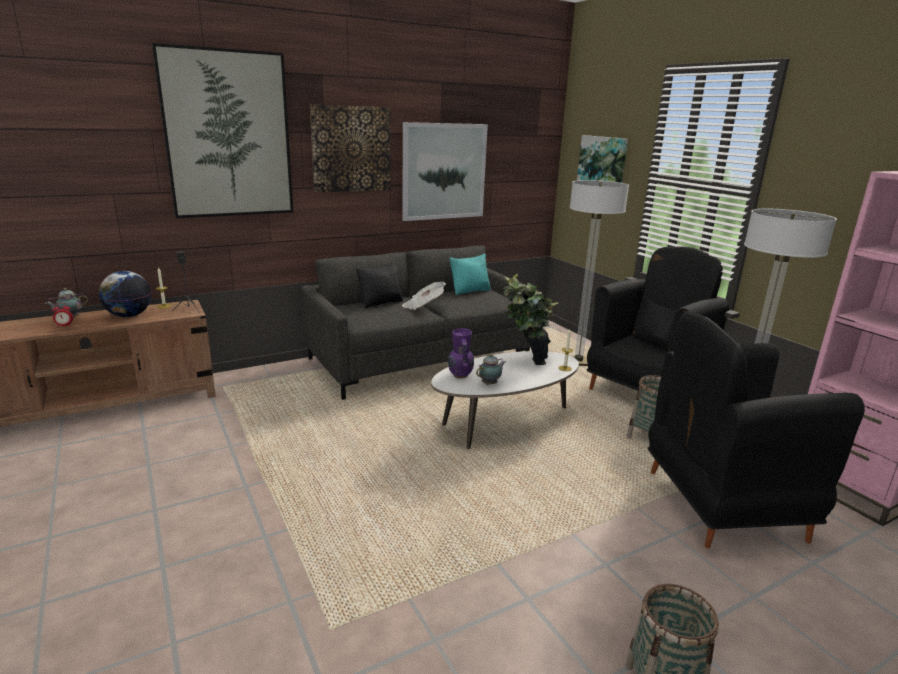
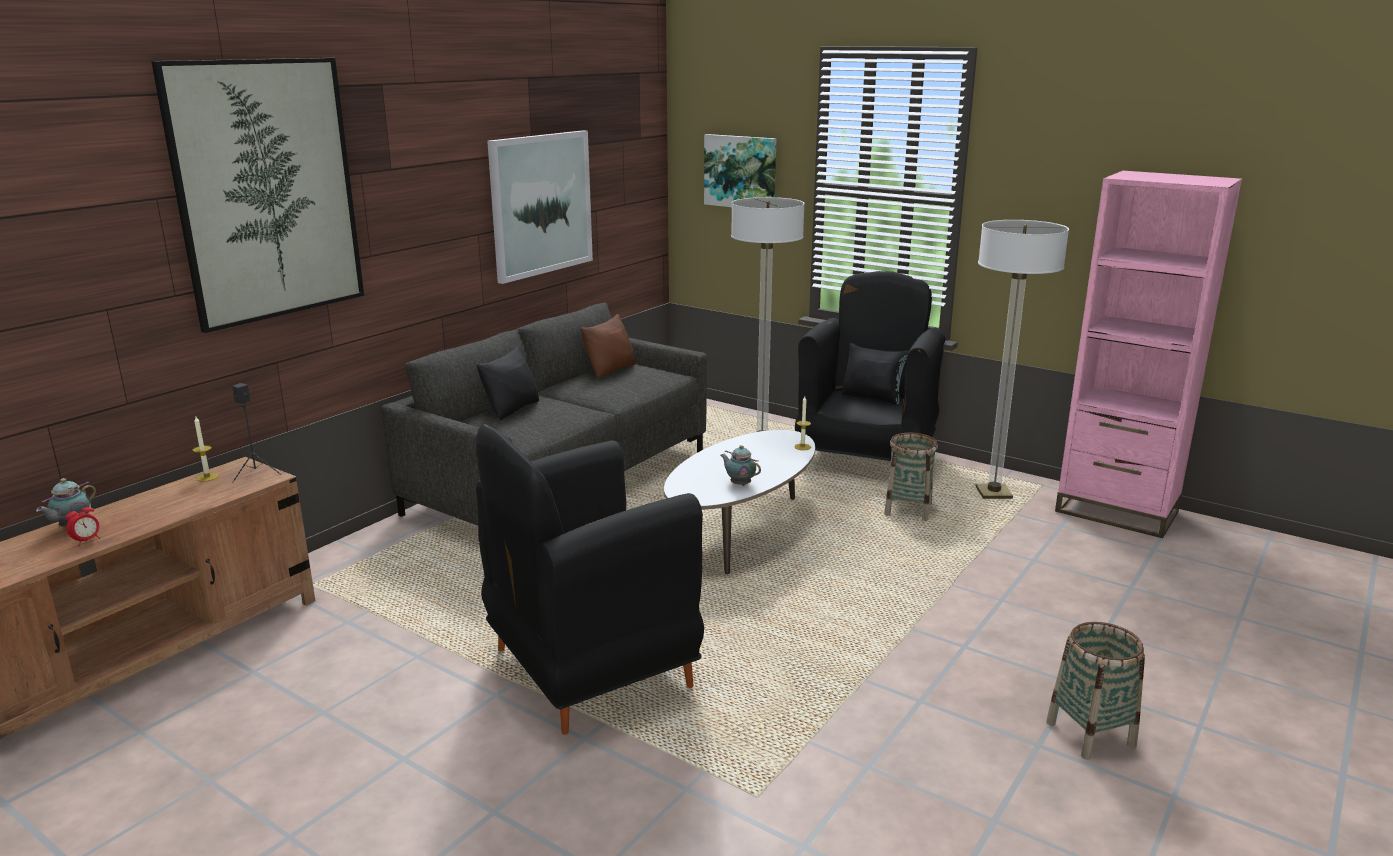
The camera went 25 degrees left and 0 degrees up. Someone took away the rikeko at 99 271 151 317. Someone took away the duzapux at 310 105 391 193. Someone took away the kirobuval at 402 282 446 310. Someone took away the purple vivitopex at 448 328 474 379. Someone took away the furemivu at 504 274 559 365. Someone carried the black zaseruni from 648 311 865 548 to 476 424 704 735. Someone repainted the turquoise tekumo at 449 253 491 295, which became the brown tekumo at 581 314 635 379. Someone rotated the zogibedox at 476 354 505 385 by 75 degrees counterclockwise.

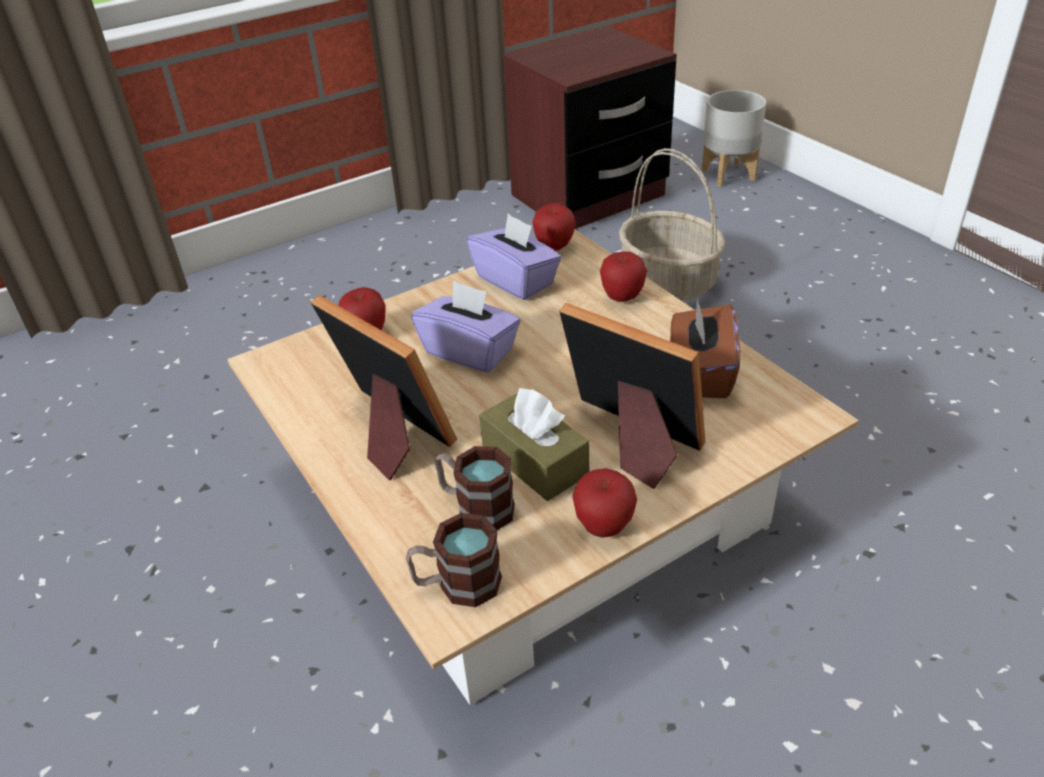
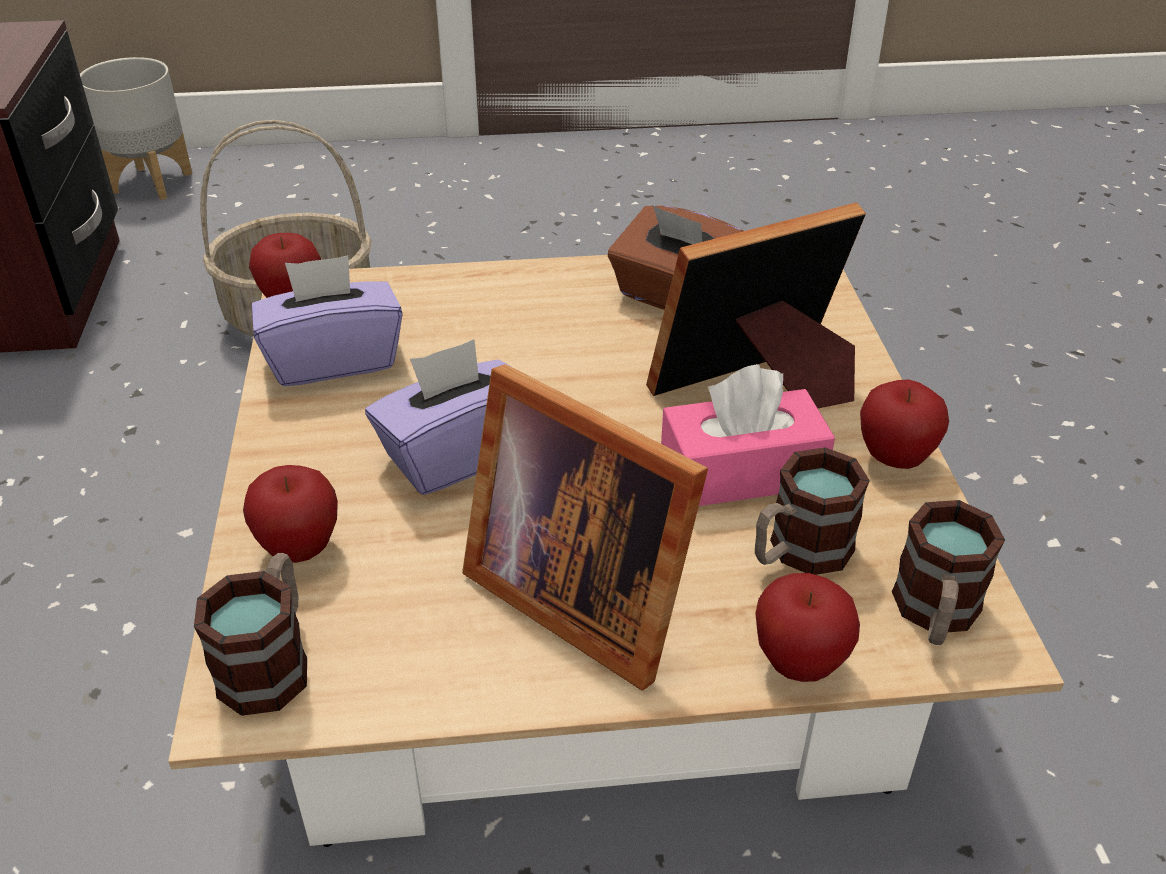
The camera went 65 degrees left and 0 degrees up. Someone put down the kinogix at 194 553 307 716. Someone carried the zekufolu from 600 251 647 302 to 755 573 860 682. Someone repainted the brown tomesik at 479 388 589 501, which became the pink tomesik at 661 364 835 506. Someone rotated the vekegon at 311 295 457 480 by 120 degrees counterclockwise.

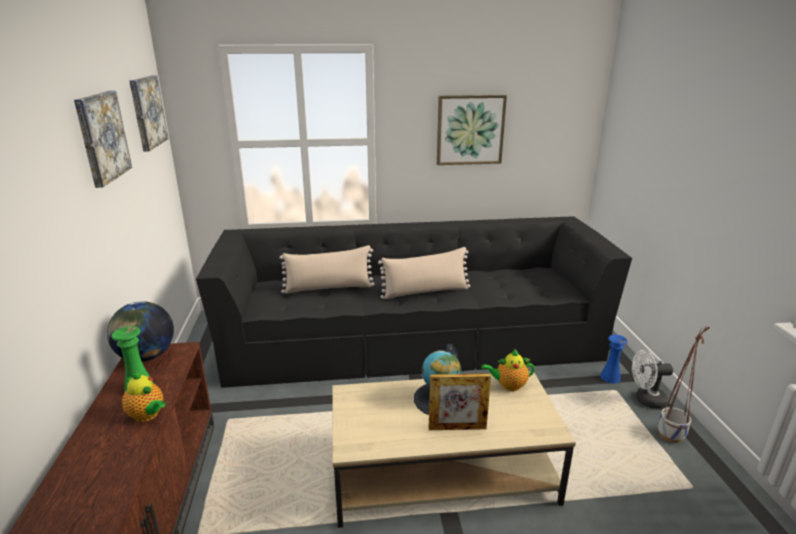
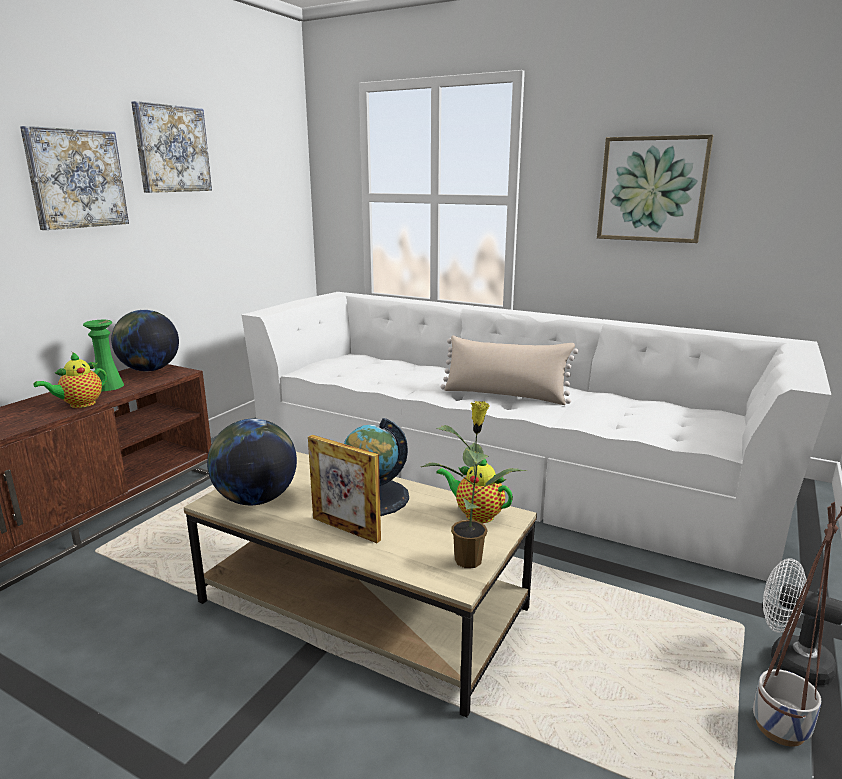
The camera went 35 degrees right and 5 degrees down. Someone took away the beige tekumo at 280 245 374 294. Someone took away the blue vivitopex at 600 335 628 384. Someone put down the rikeko at 207 419 297 505. Someone put down the furemivu at 421 401 528 568. Someone carried the duzapux from 129 75 168 152 to 20 126 129 230. Someone repainted the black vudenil at 196 216 632 388, which became the white vudenil at 242 292 831 582. Someone rotated the zogibedox at 122 372 166 422 by 60 degrees clockwise.

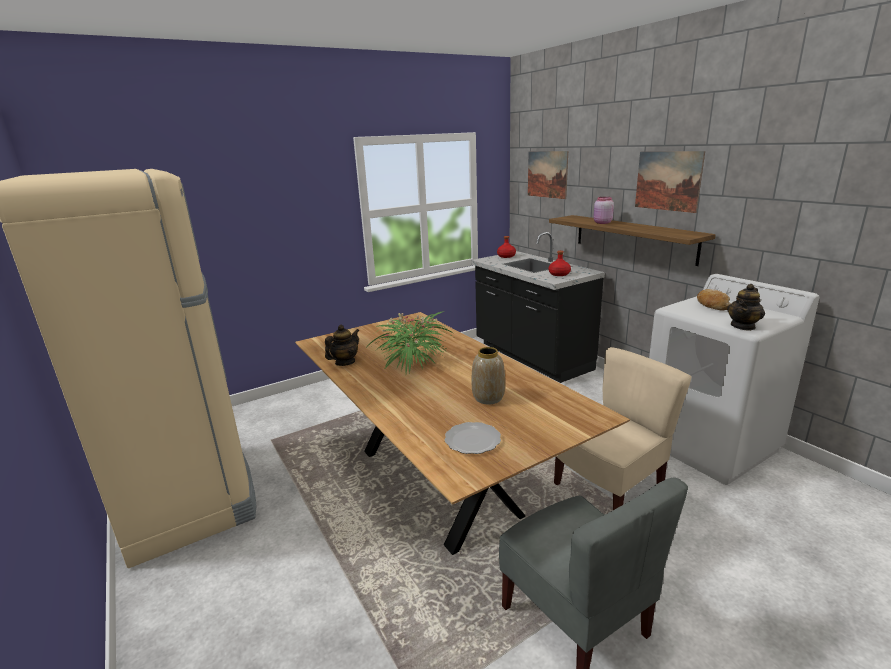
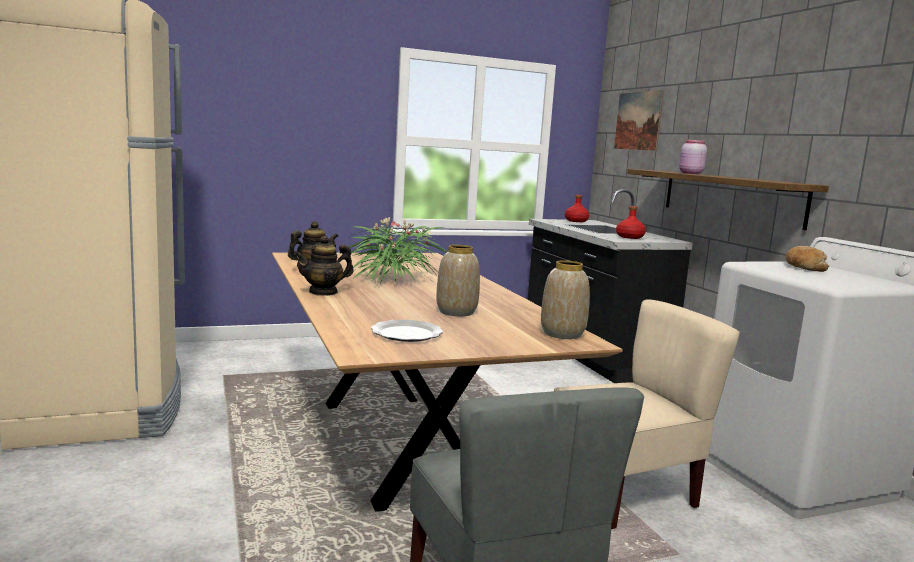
The camera went 10 degrees right and 10 degrees down. Someone took away the duzapux at 635 151 705 213. Someone put down the vivitopex at 541 260 590 339. Someone carried the zogibedox from 727 284 765 331 to 294 236 354 296.

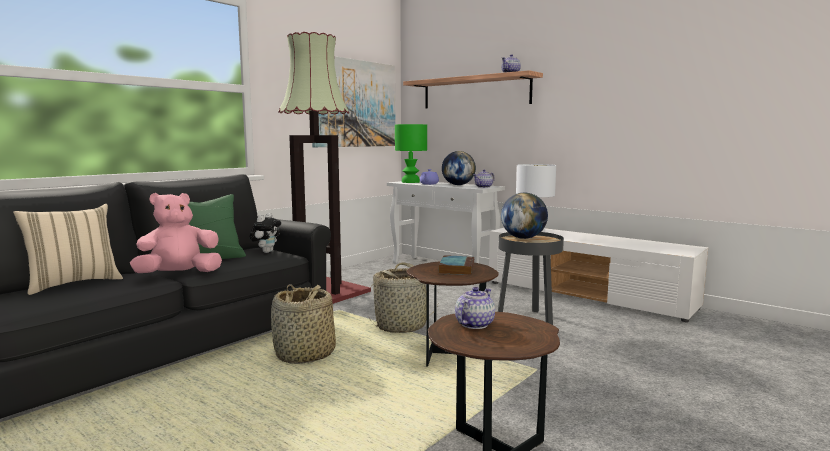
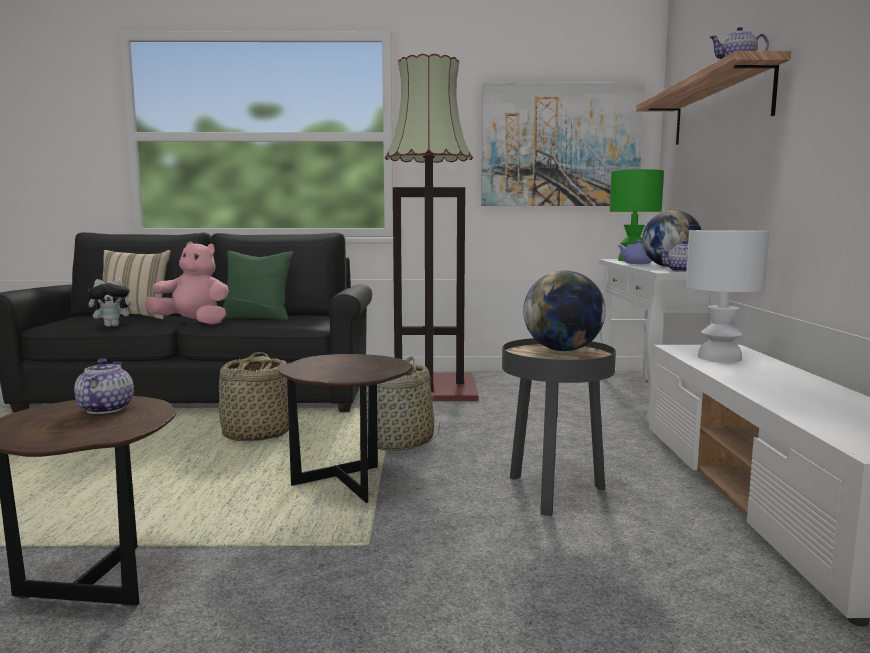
The camera went 50 degrees right and 0 degrees up. Someone took away the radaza at 438 255 474 275. Someone carried the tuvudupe from 250 213 281 253 to 88 279 137 327. Someone rotated the zogibedox at 455 287 495 329 by 90 degrees counterclockwise.

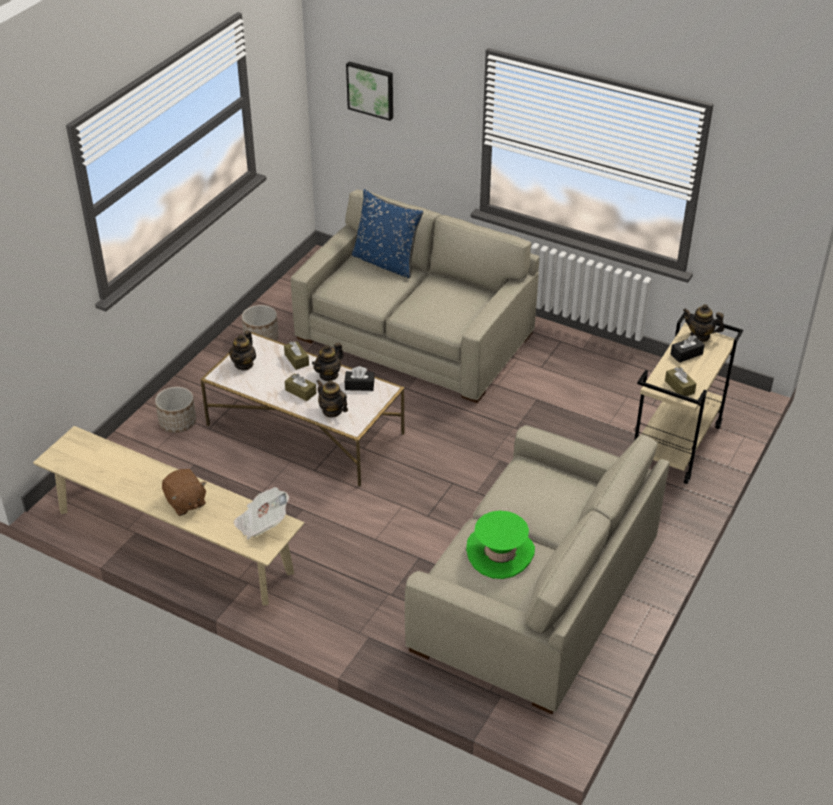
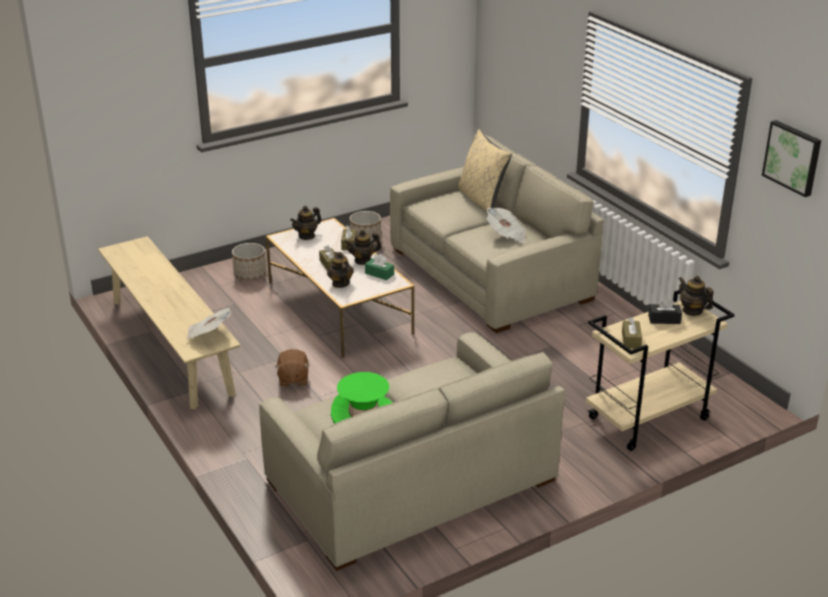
The camera went 30 degrees right and 10 degrees down. Someone put down the kirobuval at 487 207 527 243. Someone carried the brown tuvudupe from 162 469 207 516 to 275 349 309 387. Someone carried the duzapux from 346 61 393 121 to 762 120 821 197. Someone repainted the black tomesik at 344 366 374 391, which became the green tomesik at 365 254 394 280. Someone repainted the blue tekumo at 352 189 423 279, which became the beige tekumo at 458 129 512 212.

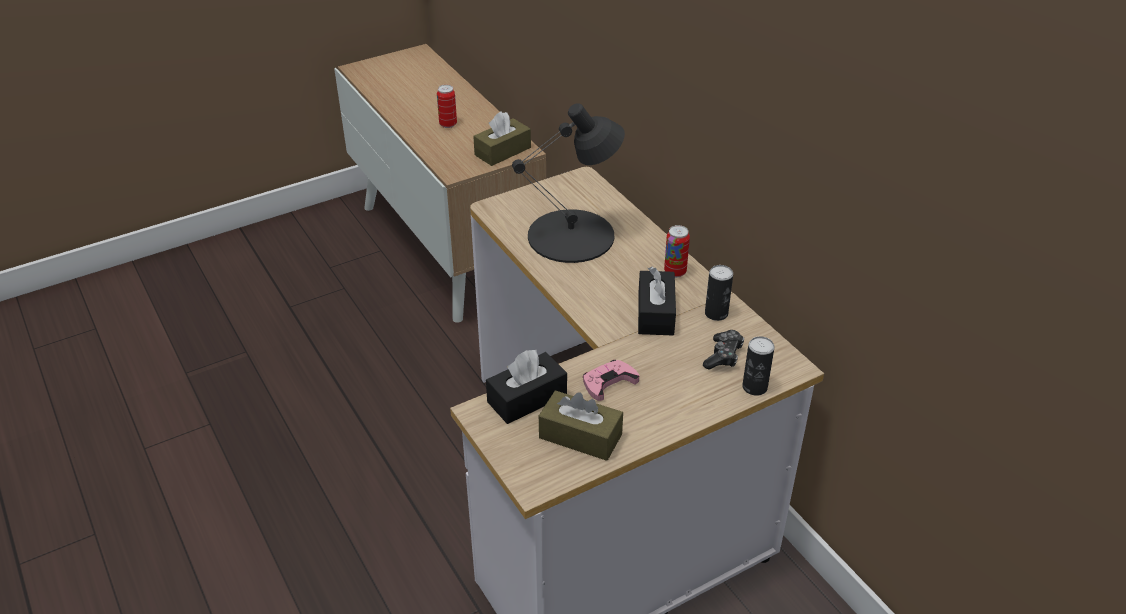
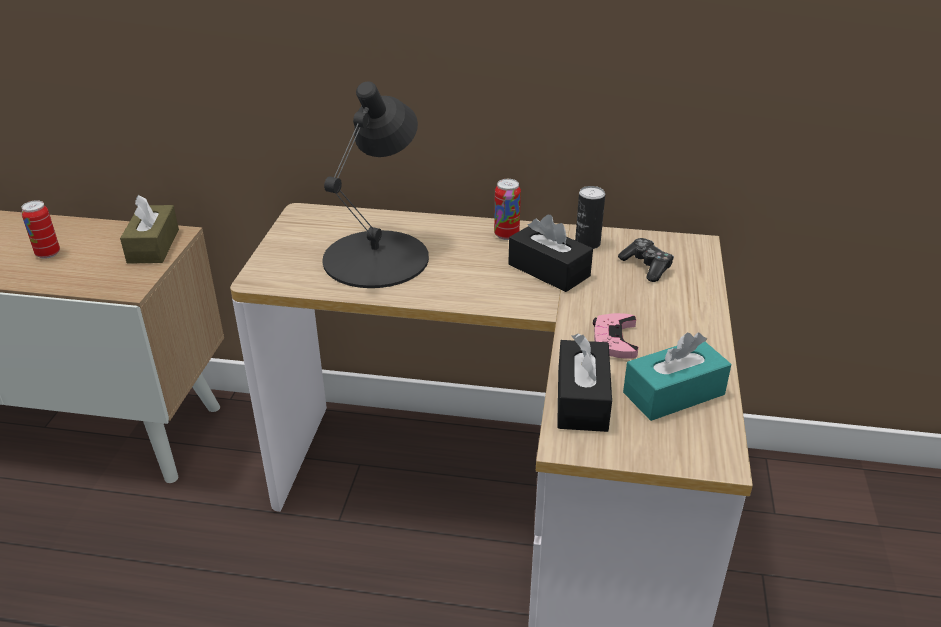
The camera went 50 degrees left and 5 degrees down. Someone took away the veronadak at 742 336 775 396. Someone repainted the brown tomesik at 539 390 623 461, which became the turquoise tomesik at 623 333 731 421.

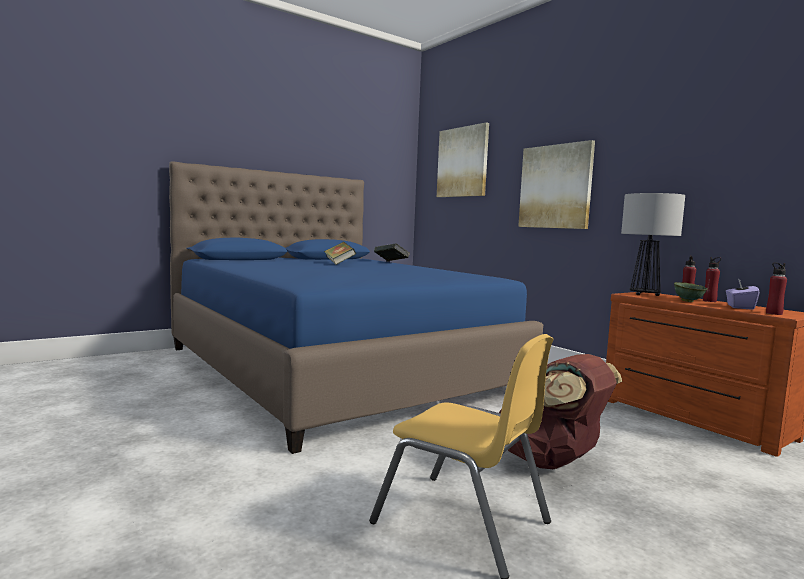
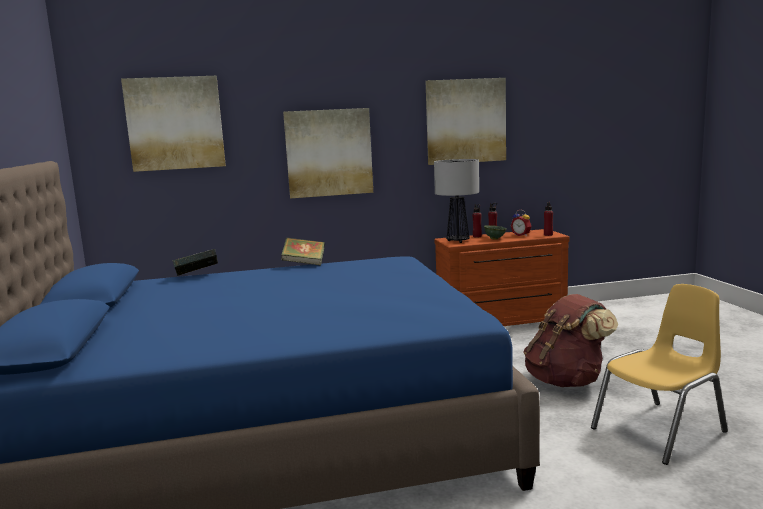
The camera went 65 degrees left and 5 degrees up. Someone put up the duzapux at 425 78 506 165. Someone carried the radaza from 324 242 356 265 to 281 238 325 266. Someone swapped the purple tomesik at 726 279 760 310 for the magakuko at 511 210 532 236.

